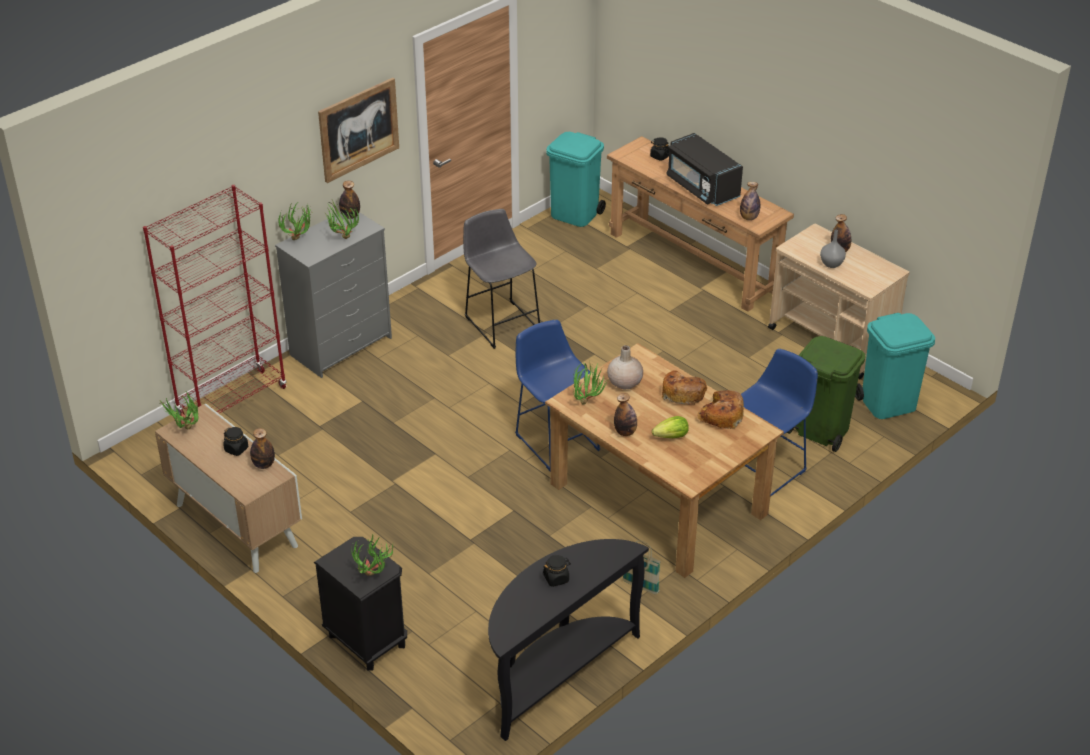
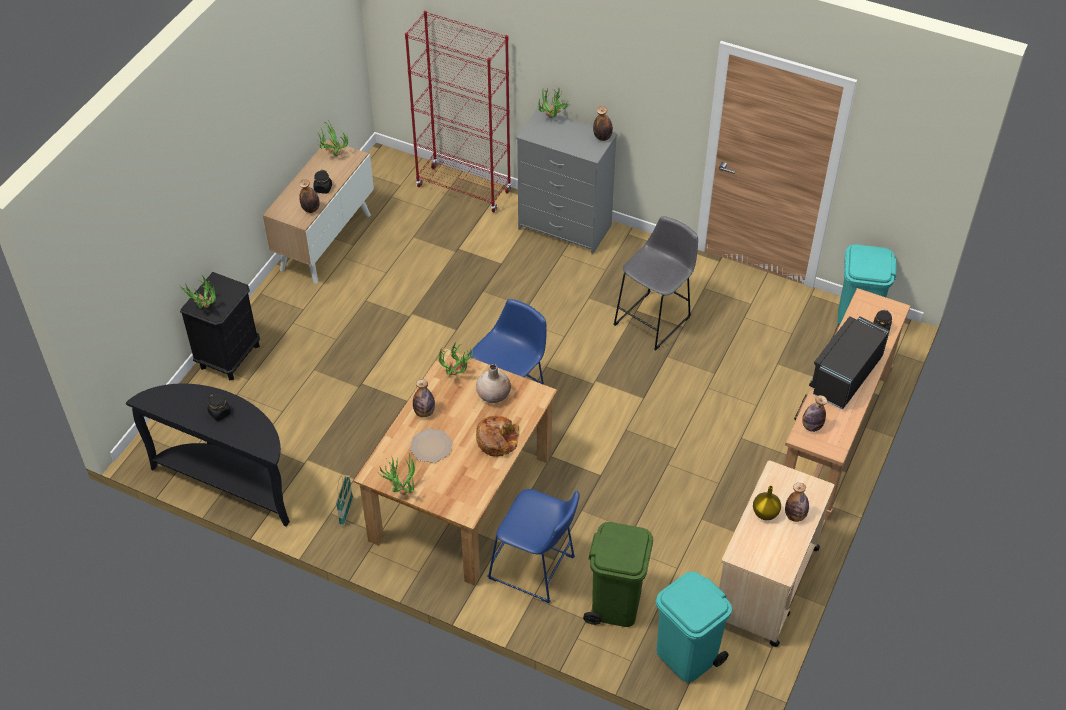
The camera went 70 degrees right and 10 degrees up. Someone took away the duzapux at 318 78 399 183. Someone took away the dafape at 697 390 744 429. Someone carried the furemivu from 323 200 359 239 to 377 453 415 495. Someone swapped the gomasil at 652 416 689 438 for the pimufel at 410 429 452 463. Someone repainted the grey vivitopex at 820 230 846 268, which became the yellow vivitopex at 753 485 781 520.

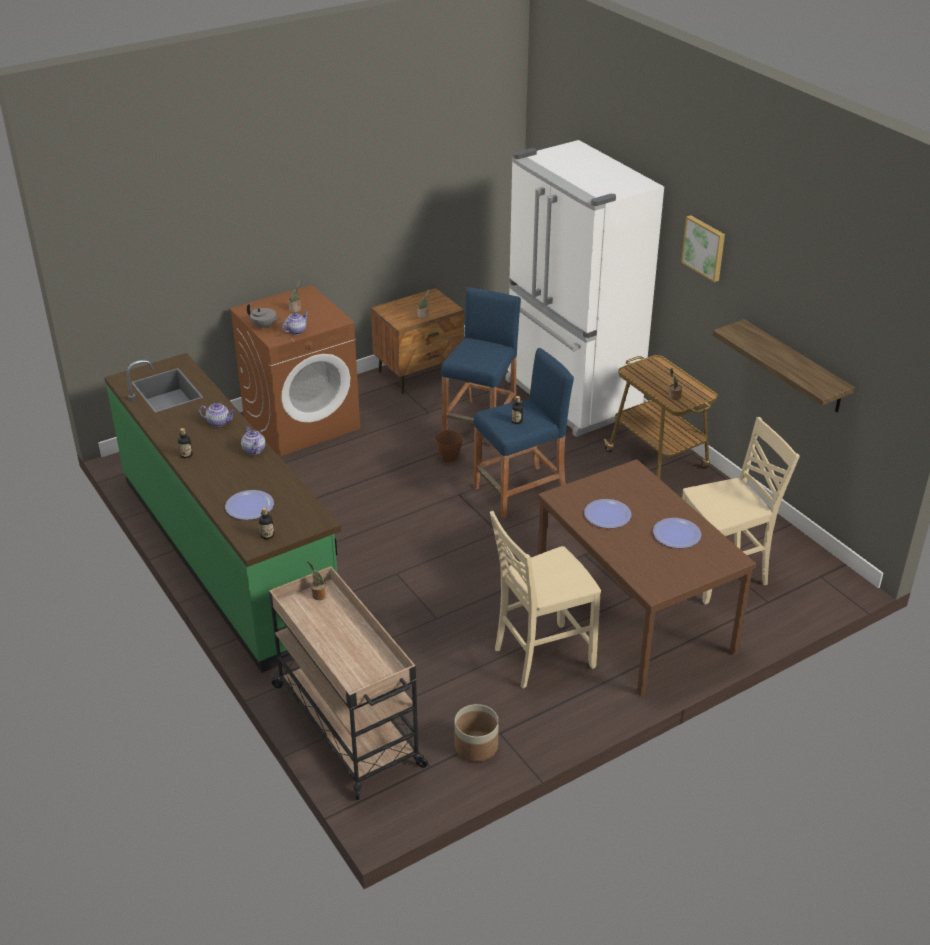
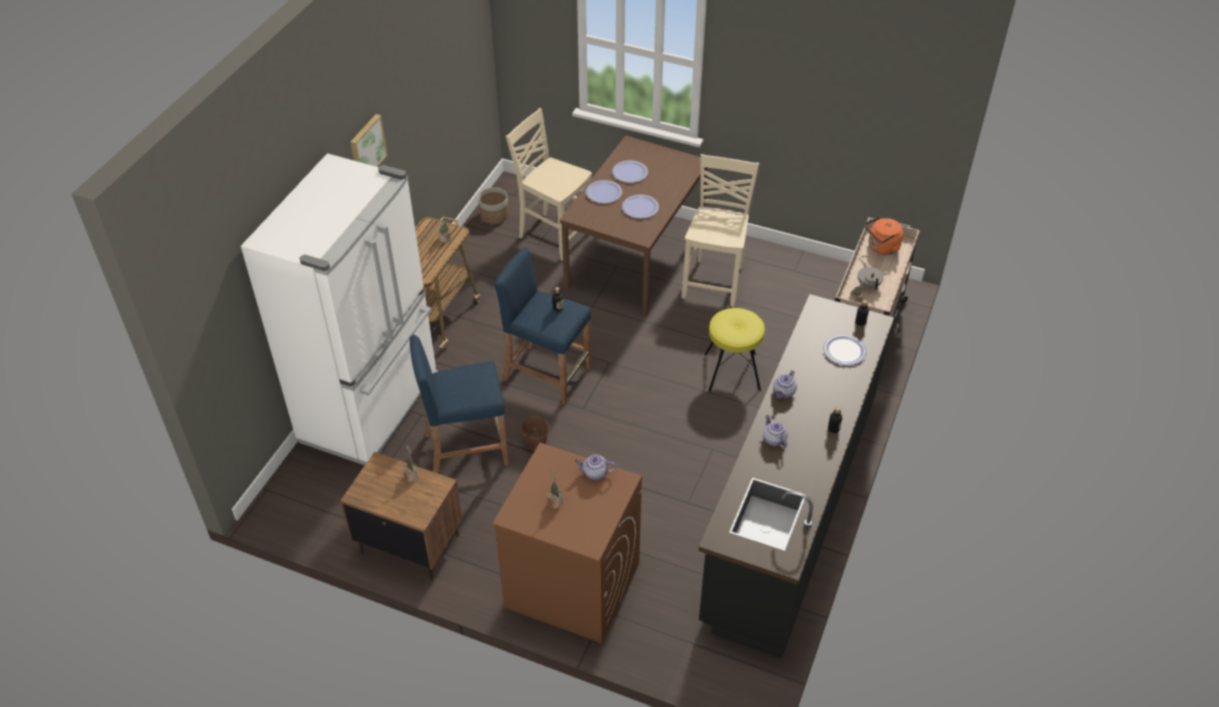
The camera went 125 degrees left and 10 degrees up. Someone took away the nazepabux at 713 319 855 413. Someone put down the pimufel at 586 180 622 204. Someone put down the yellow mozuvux at 704 308 765 392. Someone put down the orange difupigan at 865 216 903 255. Someone carried the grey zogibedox from 247 304 281 329 to 858 262 884 290. Someone carried the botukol from 454 704 499 762 to 478 187 509 224. Someone repainted the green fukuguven at 104 353 341 673, which became the black fukuguven at 699 294 894 659. Someone rotated the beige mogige at 490 511 601 689 by 105 degrees counterclockwise.

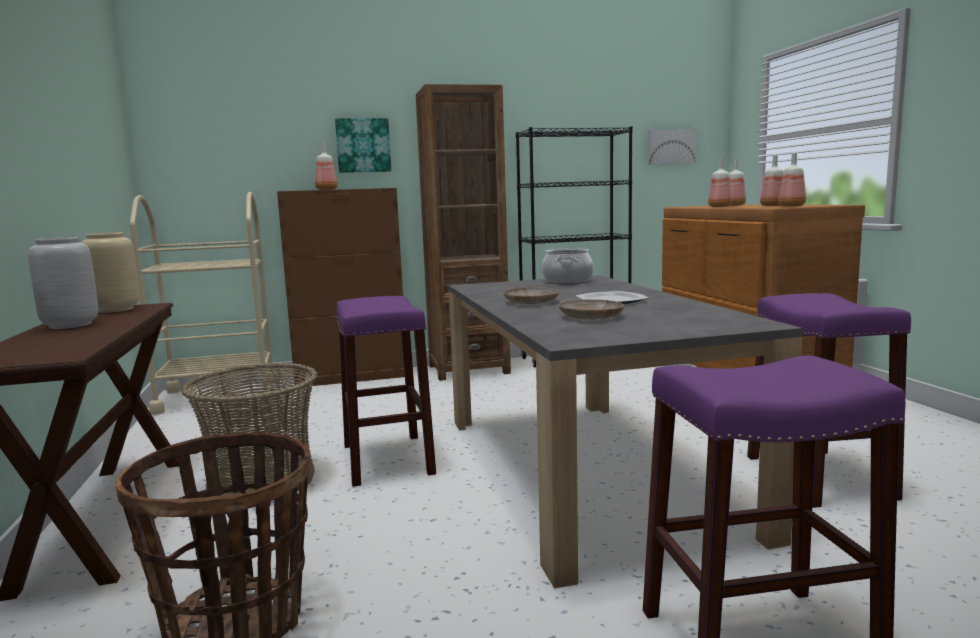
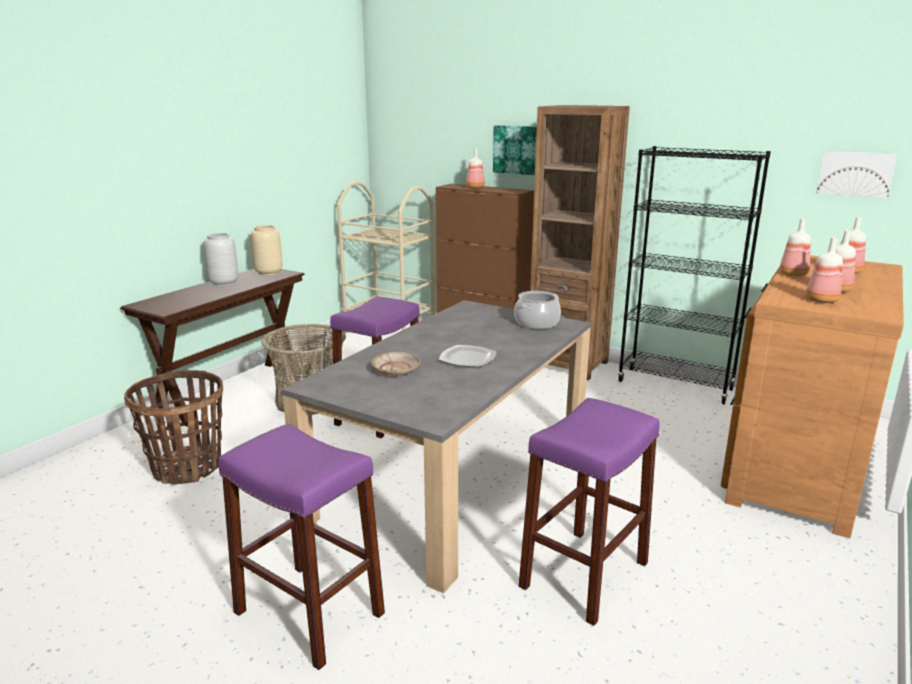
The camera went 45 degrees right and 10 degrees up. Someone took away the beige pimufel at 503 287 559 304.

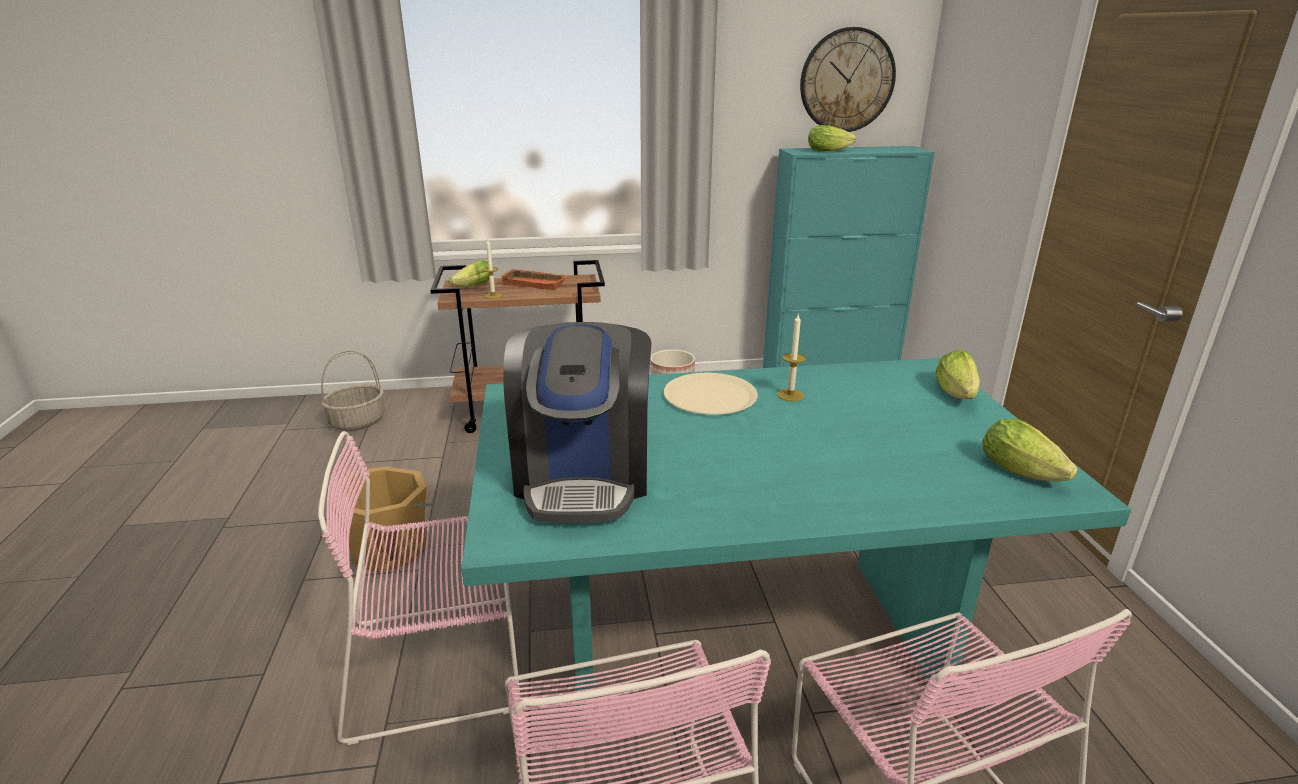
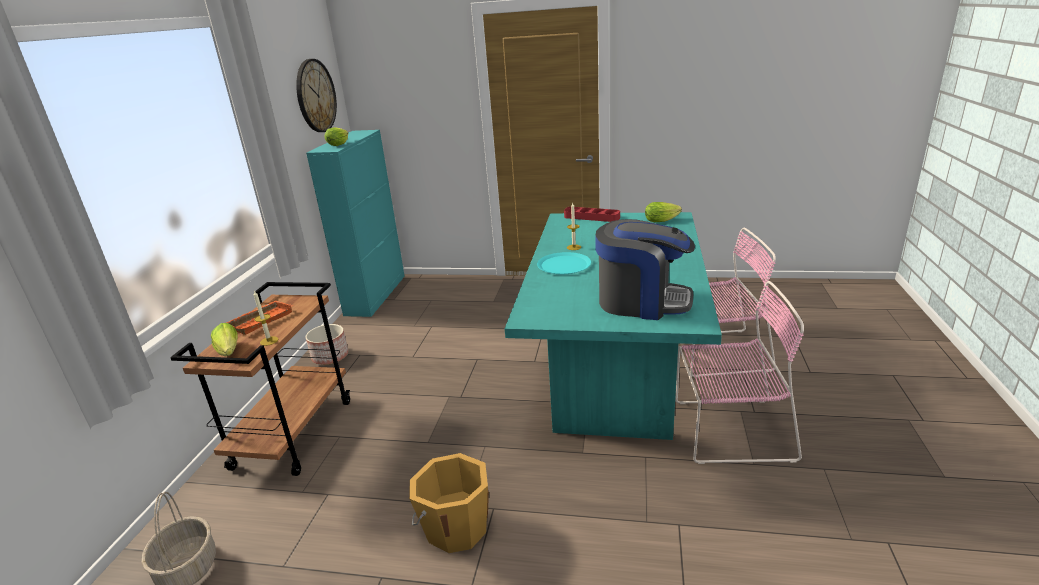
The camera went 70 degrees left and 0 degrees up. Someone took away the pink mogige at 318 431 521 745. Someone swapped the gomasil at 935 350 980 399 for the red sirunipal at 564 207 620 222. Someone repainted the beige pimufel at 664 373 758 414, which became the turquoise pimufel at 537 252 591 274.

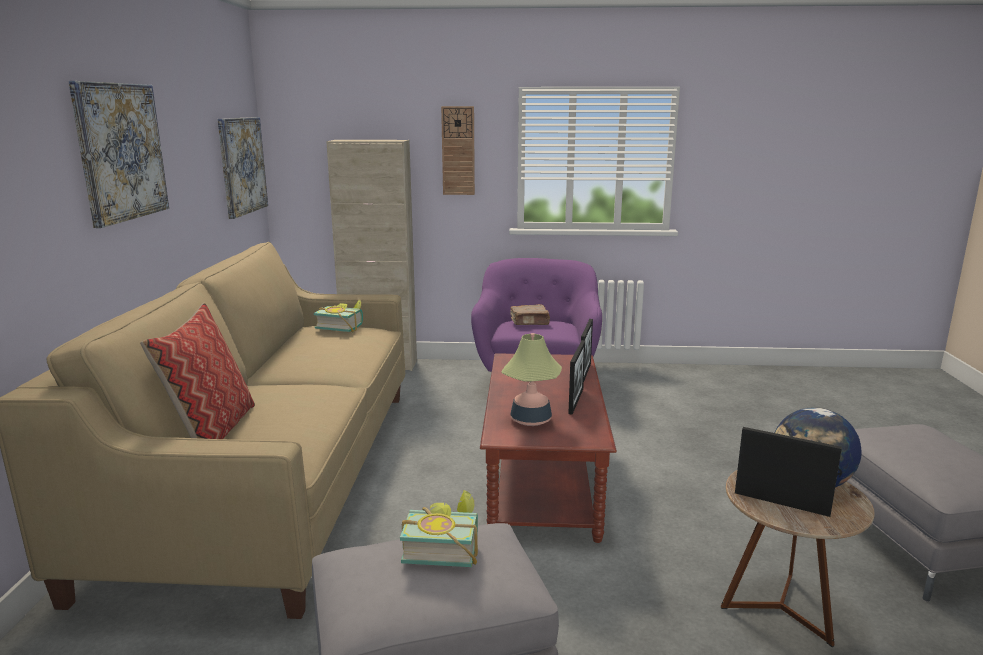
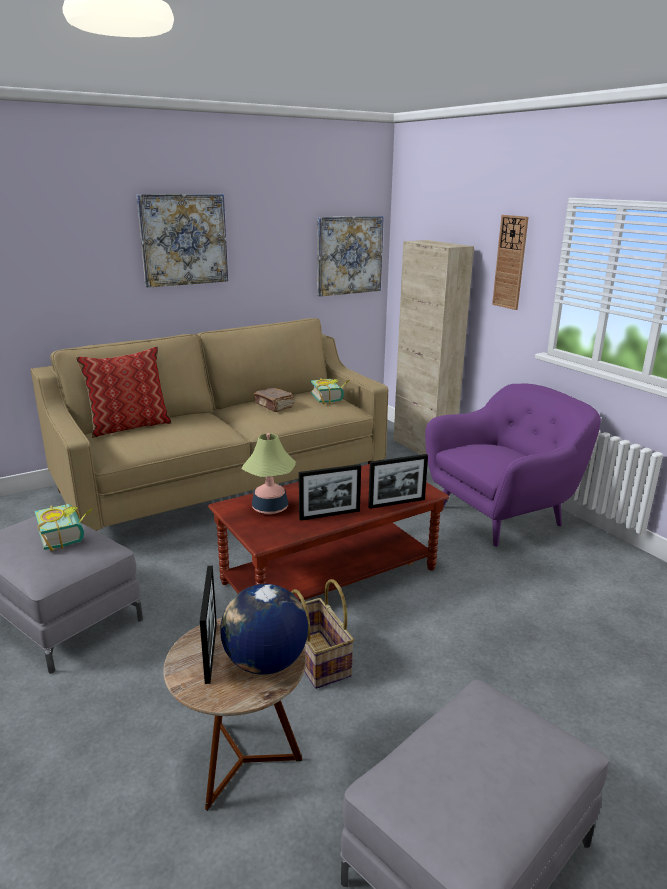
The camera went 55 degrees right and 5 degrees up. Someone put down the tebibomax at 291 579 354 689. Someone carried the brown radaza from 510 304 550 325 to 253 387 295 412.

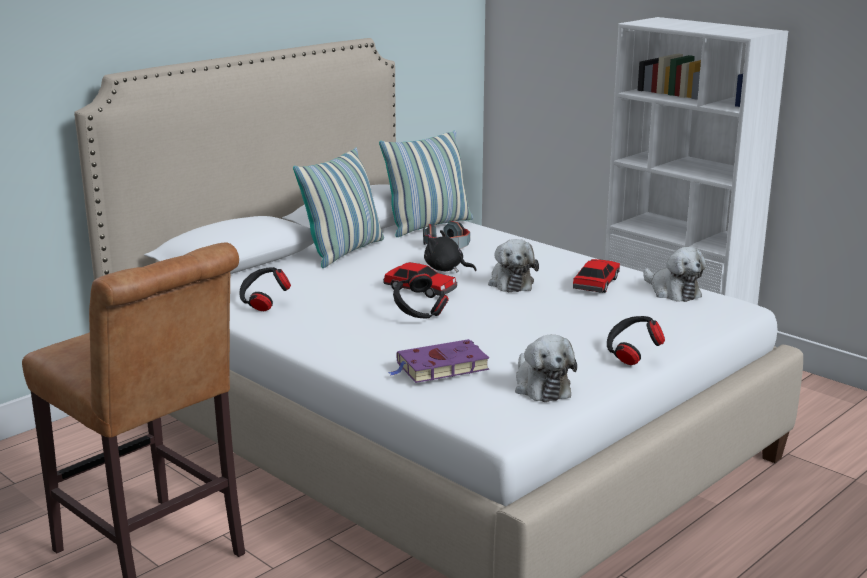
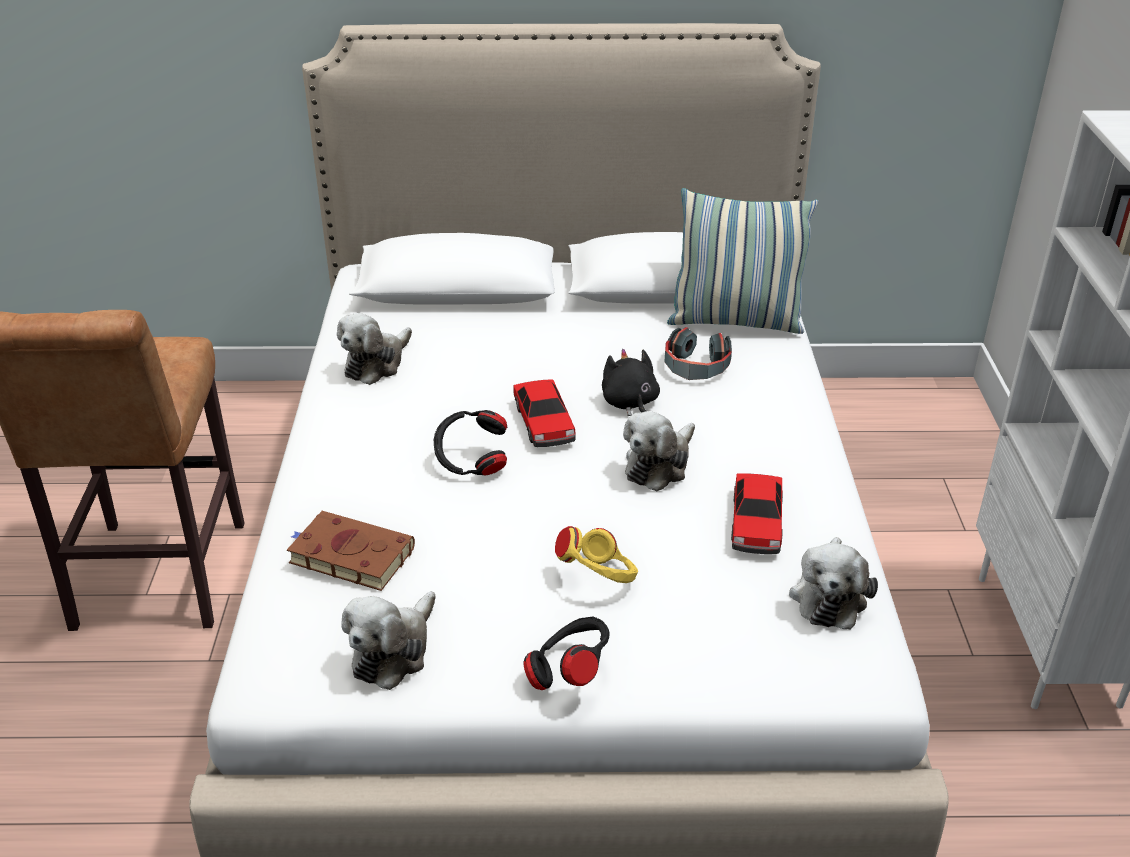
The camera went 45 degrees right and 15 degrees up. Someone took away the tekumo at 293 148 384 268. Someone put down the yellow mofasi at 555 526 638 583. Someone swapped the black mofasi at 239 267 291 311 for the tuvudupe at 337 313 412 385. Someone repainted the purple radaza at 388 339 489 383, which became the brown radaza at 287 511 415 591. Someone rotated the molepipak at 573 259 620 293 by 120 degrees clockwise.

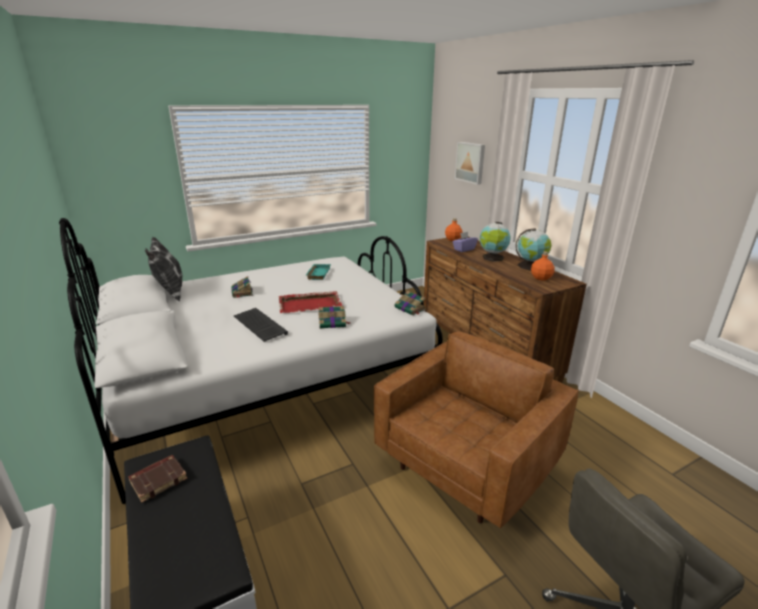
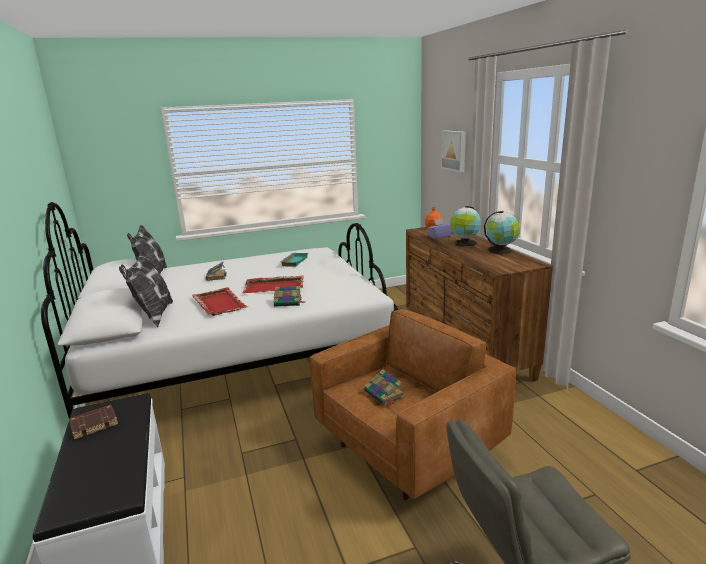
The camera went 10 degrees right and 5 degrees down. Someone took away the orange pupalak at 531 251 555 281. Someone put down the tekumo at 119 251 173 327. Someone carried the radaza from 395 291 426 315 to 364 369 405 405. Someone swapped the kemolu at 234 308 288 342 for the red sirunipal at 192 287 248 316.

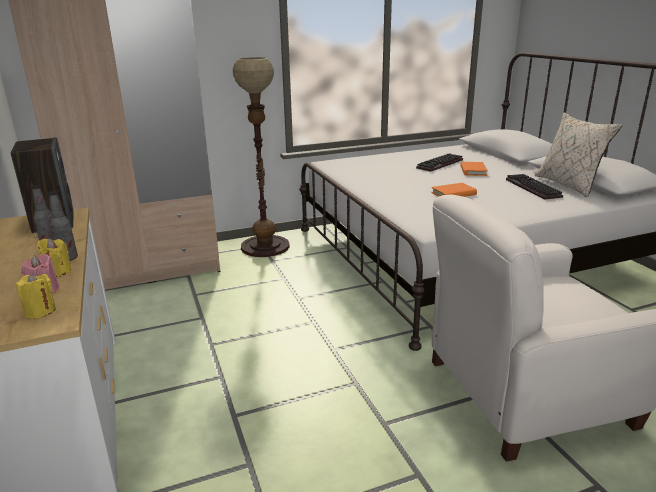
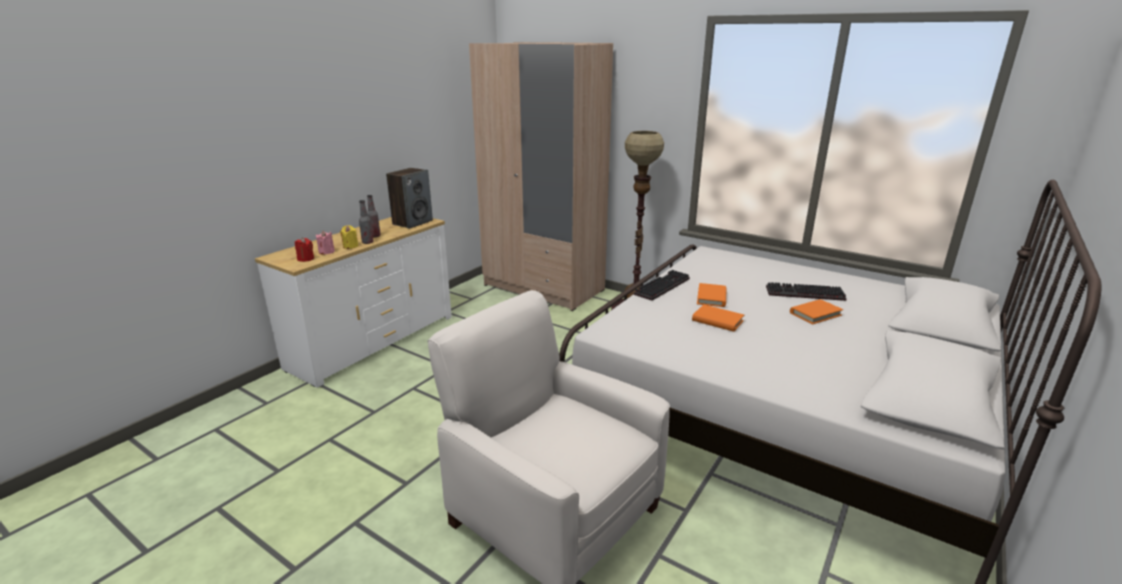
The camera went 55 degrees right and 0 degrees up. Someone took away the beige tekumo at 535 112 623 198. Someone put down the orange radaza at 697 283 726 307. Someone carried the kemolu from 506 174 563 200 to 634 270 690 301. Someone repainted the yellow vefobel at 16 273 56 319, which became the red vefobel at 295 237 314 262.

